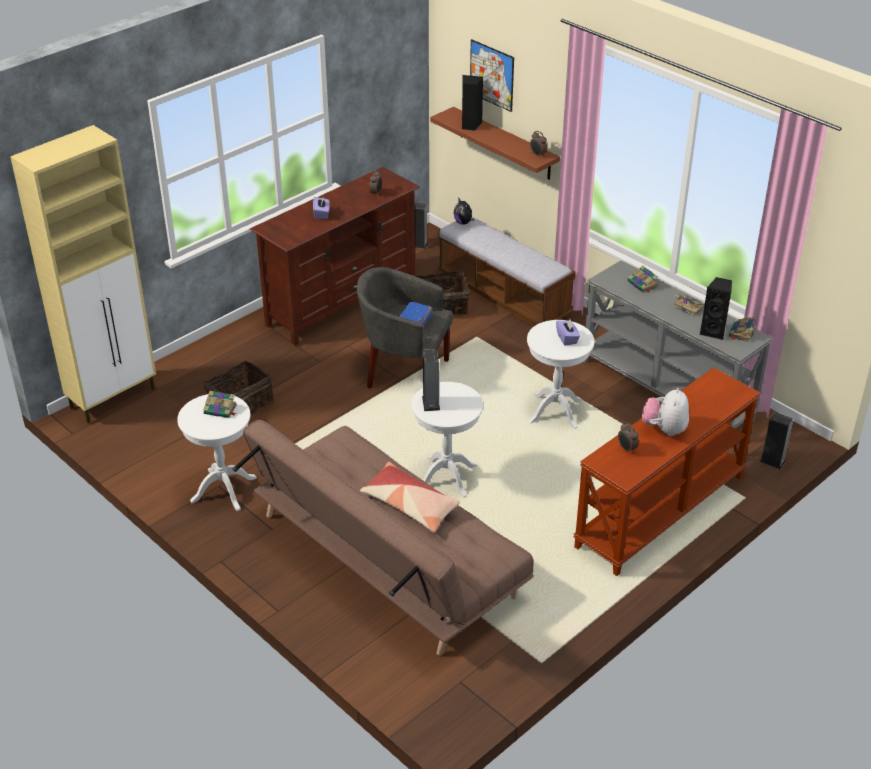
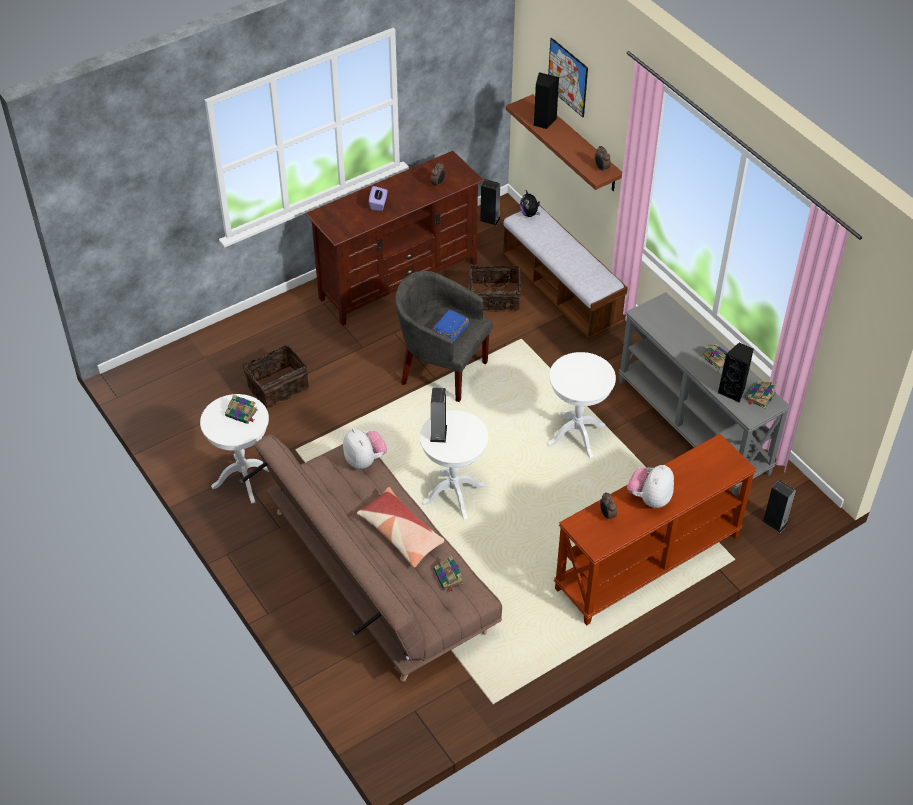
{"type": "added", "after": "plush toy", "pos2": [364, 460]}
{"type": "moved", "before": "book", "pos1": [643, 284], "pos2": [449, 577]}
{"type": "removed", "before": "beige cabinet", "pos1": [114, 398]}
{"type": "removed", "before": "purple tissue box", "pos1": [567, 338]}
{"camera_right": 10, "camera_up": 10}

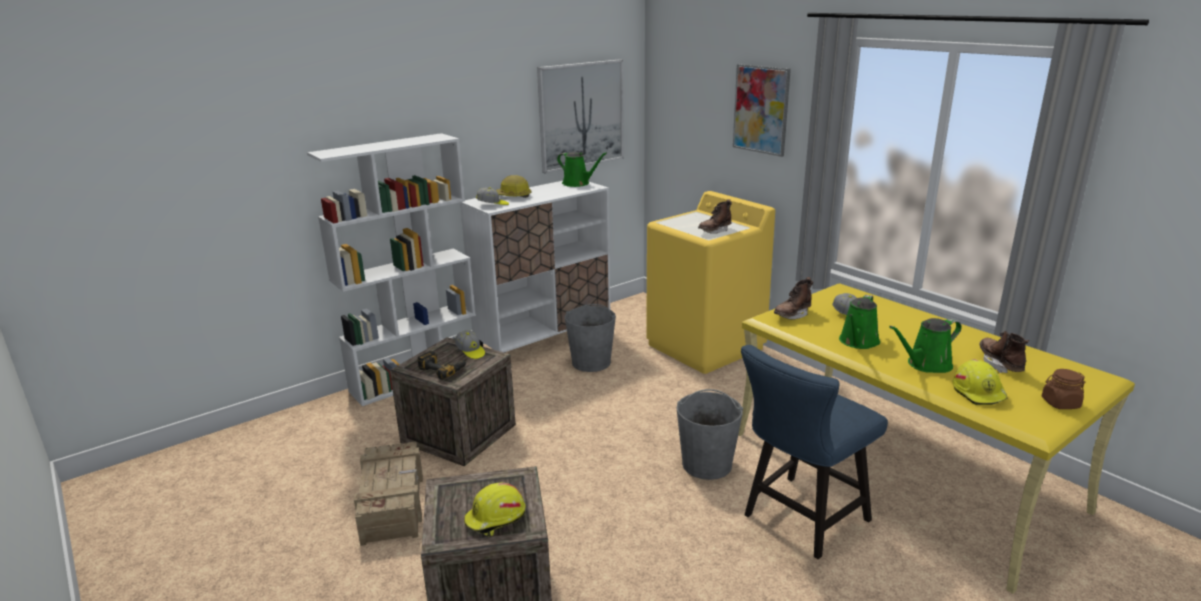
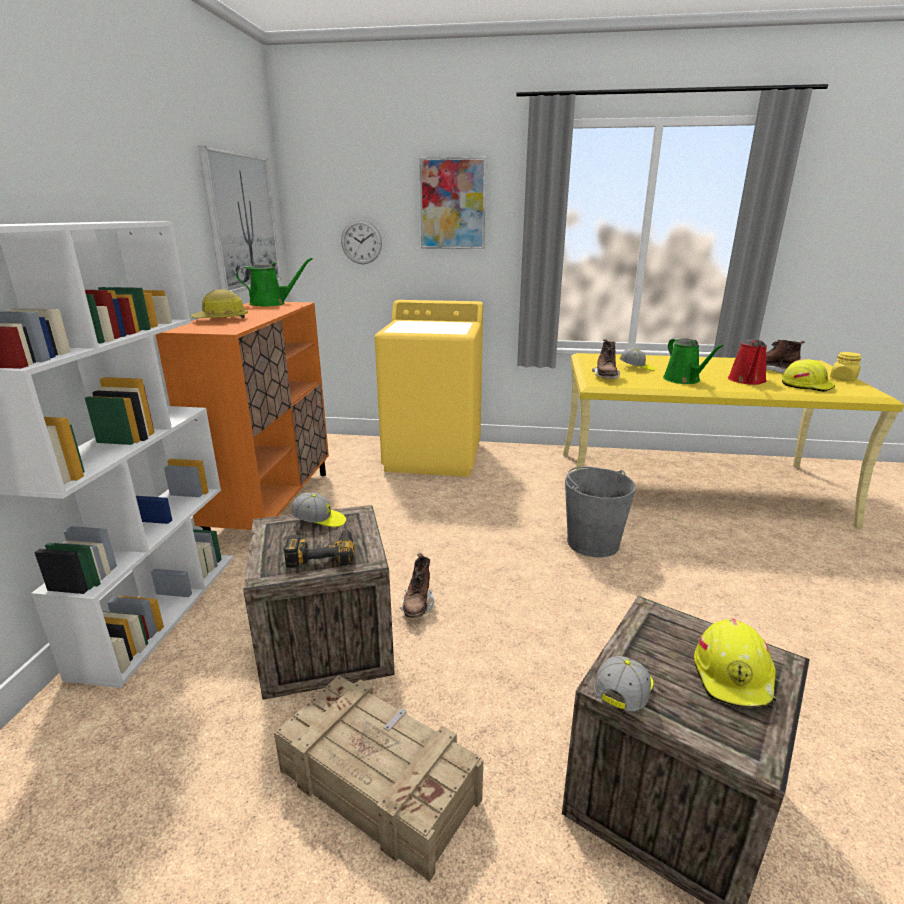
{"type": "recoloured", "before": "white cabinet", "after": "orange cabinet", "pos1": [544, 340], "pos2": [273, 505]}
{"type": "added", "after": "wall clock", "pos2": [361, 242]}
{"type": "moved", "before": "brown boot", "pos1": [714, 231], "pos2": [417, 606]}
{"type": "moved", "before": "cap", "pos1": [492, 205], "pos2": [623, 693]}
{"type": "recoloured", "before": "green watering can", "after": "red watering can", "pos1": [926, 365], "pos2": [747, 381]}
{"type": "recoloured", "before": "brown jar", "after": "yellow jar", "pos1": [1060, 403], "pos2": [843, 379]}
{"type": "removed", "before": "grey bucket", "pos1": [591, 362]}
{"type": "removed", "before": "blue chair", "pos1": [800, 521]}
{"camera_right": -45, "camera_up": 0}

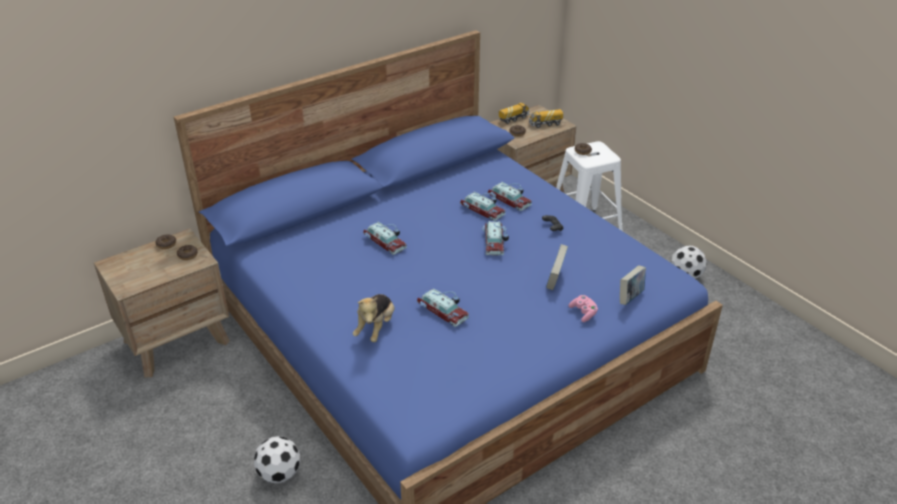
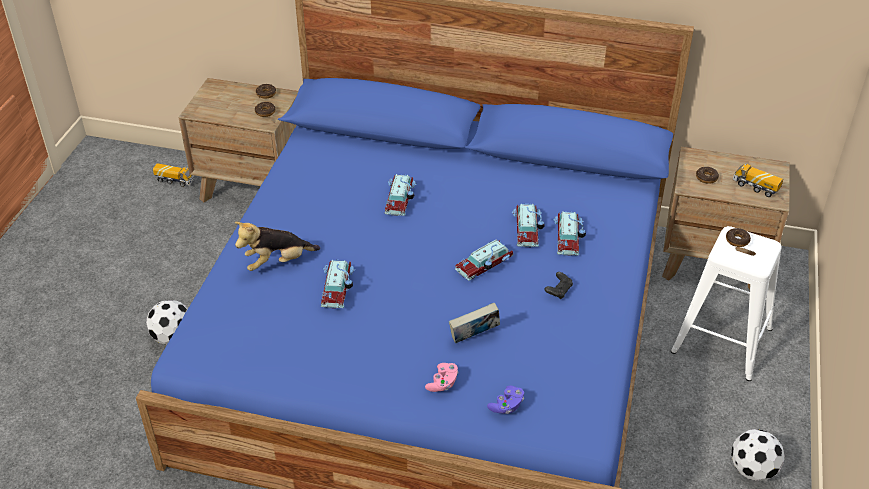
{"type": "moved", "before": "toy truck", "pos1": [513, 119], "pos2": [175, 181]}
{"type": "replaced", "before": "book", "after": "purple game controller", "pos1": [630, 297], "pos2": [506, 406]}
{"camera_right": 50, "camera_up": 5}

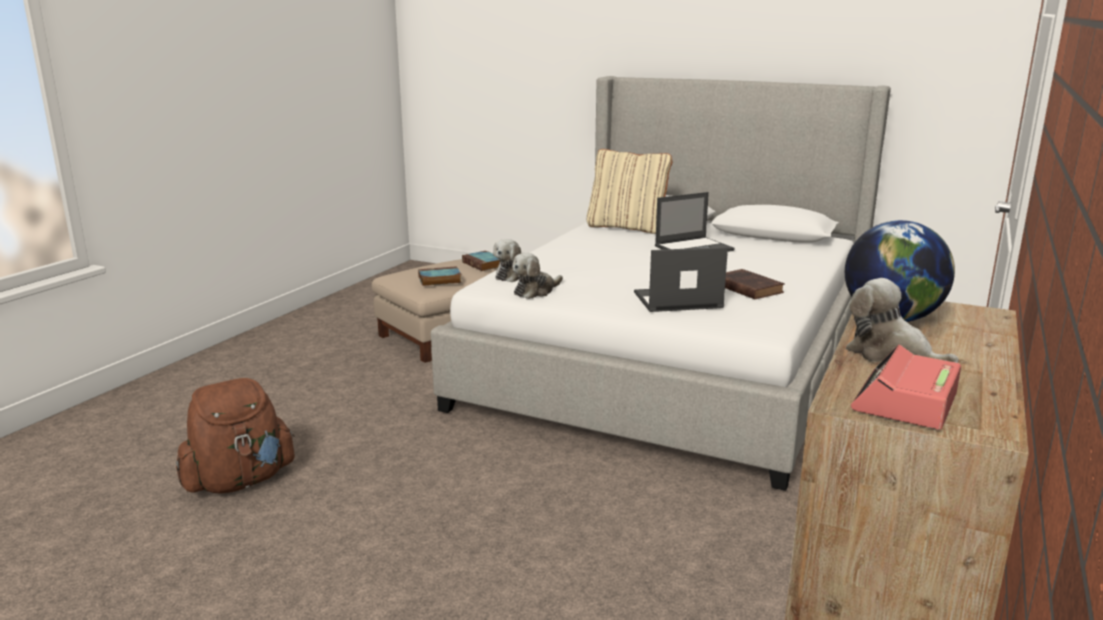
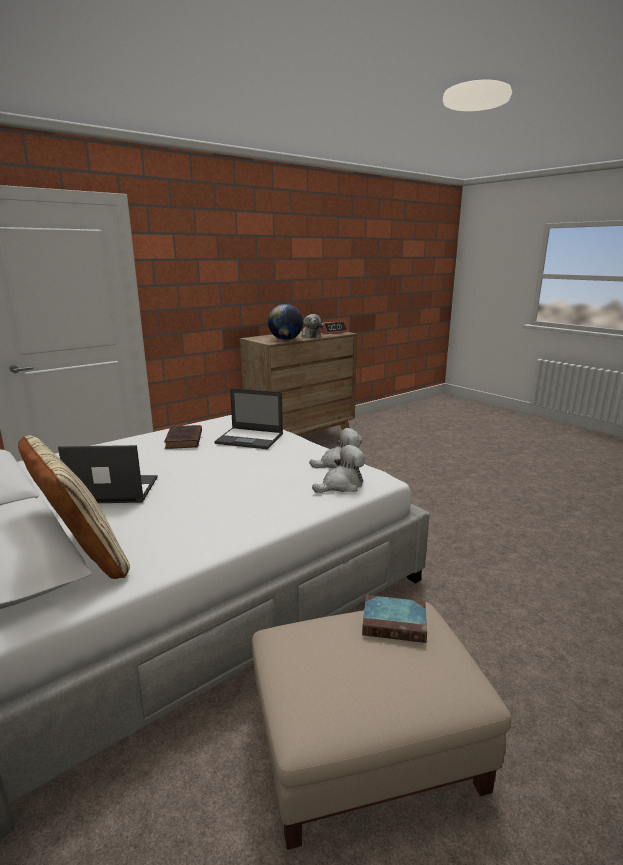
{"type": "removed", "before": "brown backpack", "pos1": [240, 481]}
{"type": "removed", "before": "book", "pos1": [484, 264]}
{"camera_right": -155, "camera_up": 0}

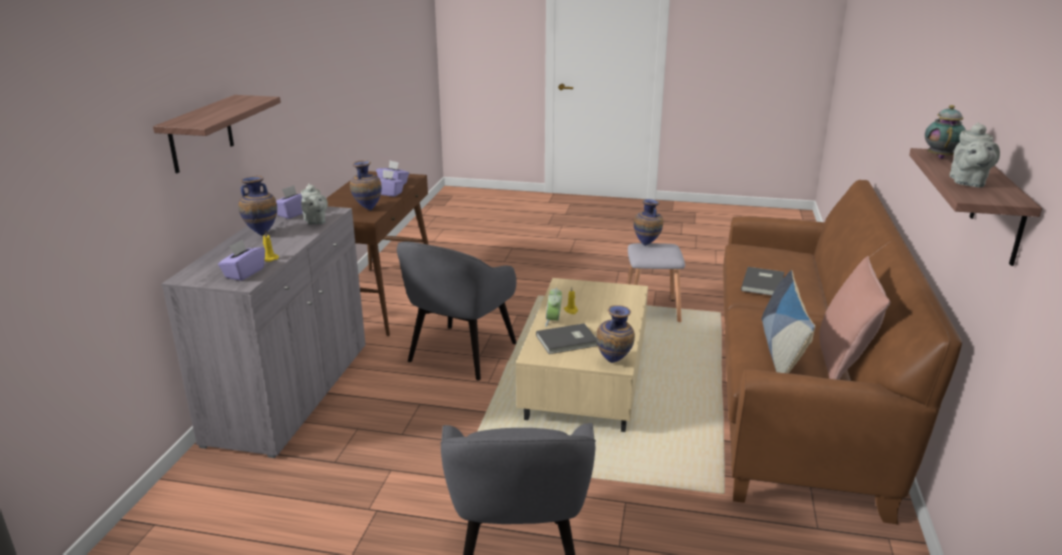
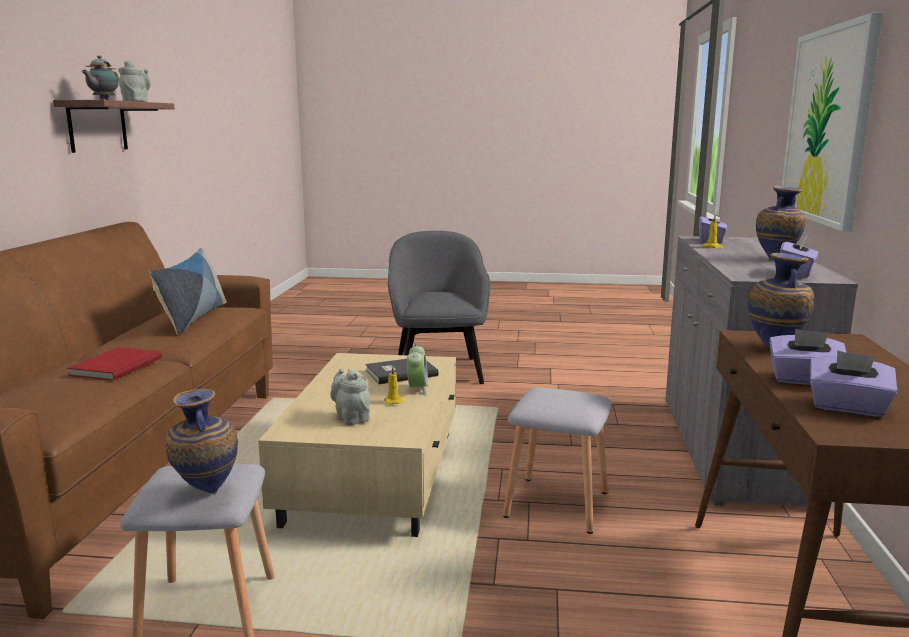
{"type": "recoloured", "before": "grey book", "after": "red book", "pos1": [764, 283], "pos2": [114, 366]}
{"type": "moved", "before": "grey teapot", "pos1": [315, 222], "pos2": [351, 418]}
{"type": "replaced", "before": "grey armchair", "after": "grey stool", "pos1": [461, 353], "pos2": [558, 504]}
{"type": "replaced", "before": "shelf", "after": "picture", "pos1": [201, 134], "pos2": [828, 125]}
{"type": "removed", "before": "vase", "pos1": [614, 363]}
{"type": "removed", "before": "pink pillow", "pos1": [842, 362]}
{"camera_right": 175, "camera_up": -10}

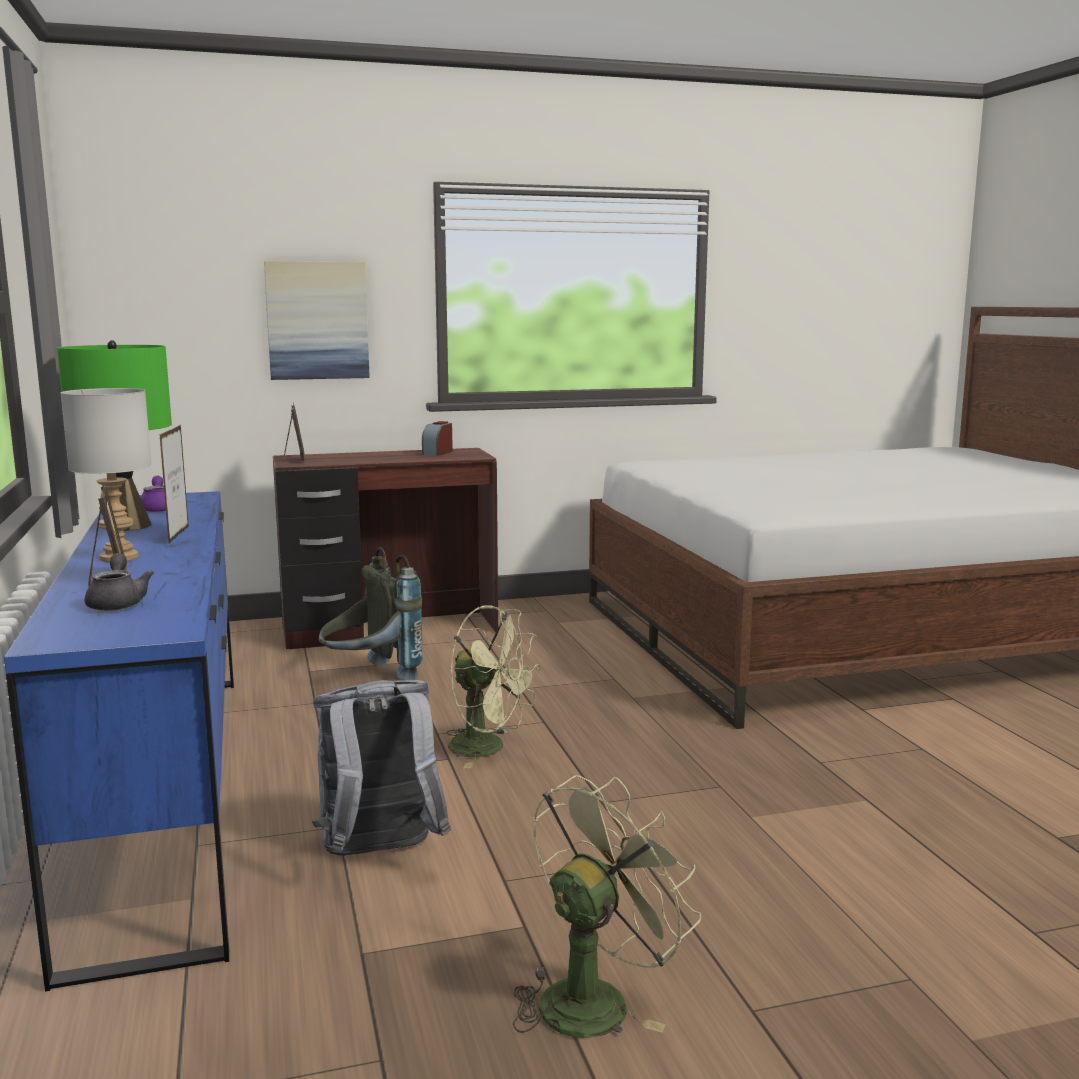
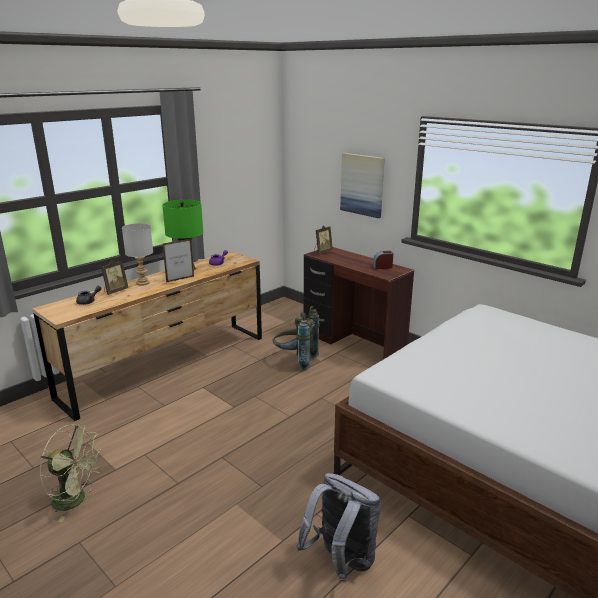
{"type": "recoloured", "before": "blue dresser", "after": "brown dresser", "pos1": [167, 793], "pos2": [167, 366]}
{"type": "moved", "before": "grey backpack", "pos1": [380, 854], "pos2": [341, 561]}
{"type": "removed", "before": "green fan", "pos1": [488, 748]}
{"camera_right": 60, "camera_up": 10}

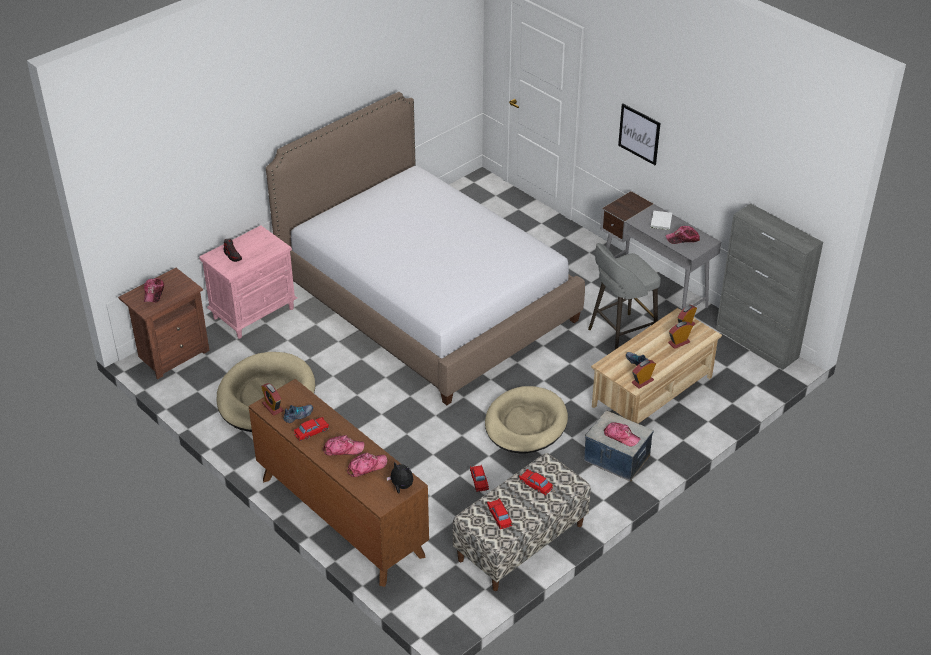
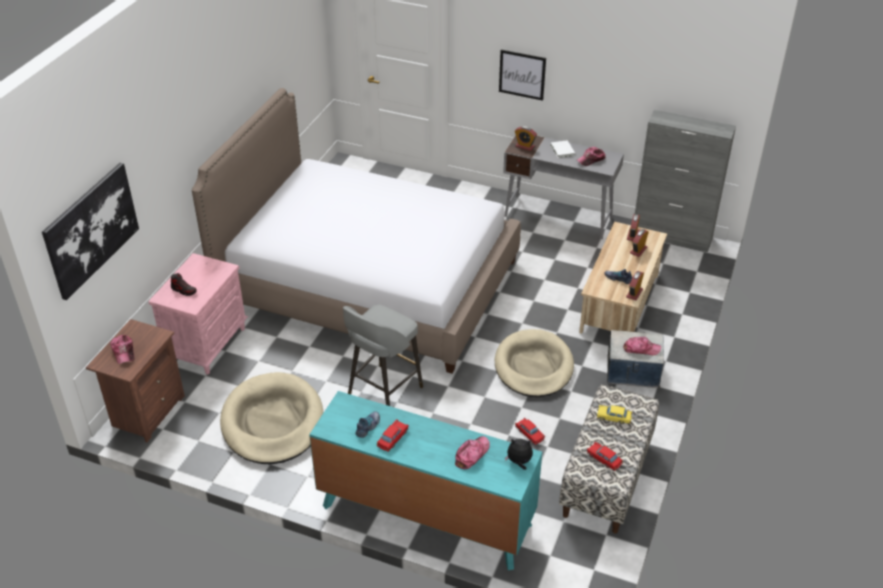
{"type": "added", "after": "picture", "pos2": [91, 229]}
{"type": "recoloured", "before": "brown dresser", "after": "turquoise dresser", "pos1": [341, 516], "pos2": [425, 515]}
{"type": "moved", "before": "grey stool", "pos1": [620, 336], "pos2": [383, 393]}
{"type": "moved", "before": "alarm clock", "pos1": [273, 407], "pos2": [525, 146]}
{"type": "recoloured", "before": "red toy car", "after": "yellow toy car", "pos1": [535, 485], "pos2": [613, 417]}
{"type": "removed", "before": "cap", "pos1": [343, 449]}
{"camera_right": -25, "camera_up": 0}

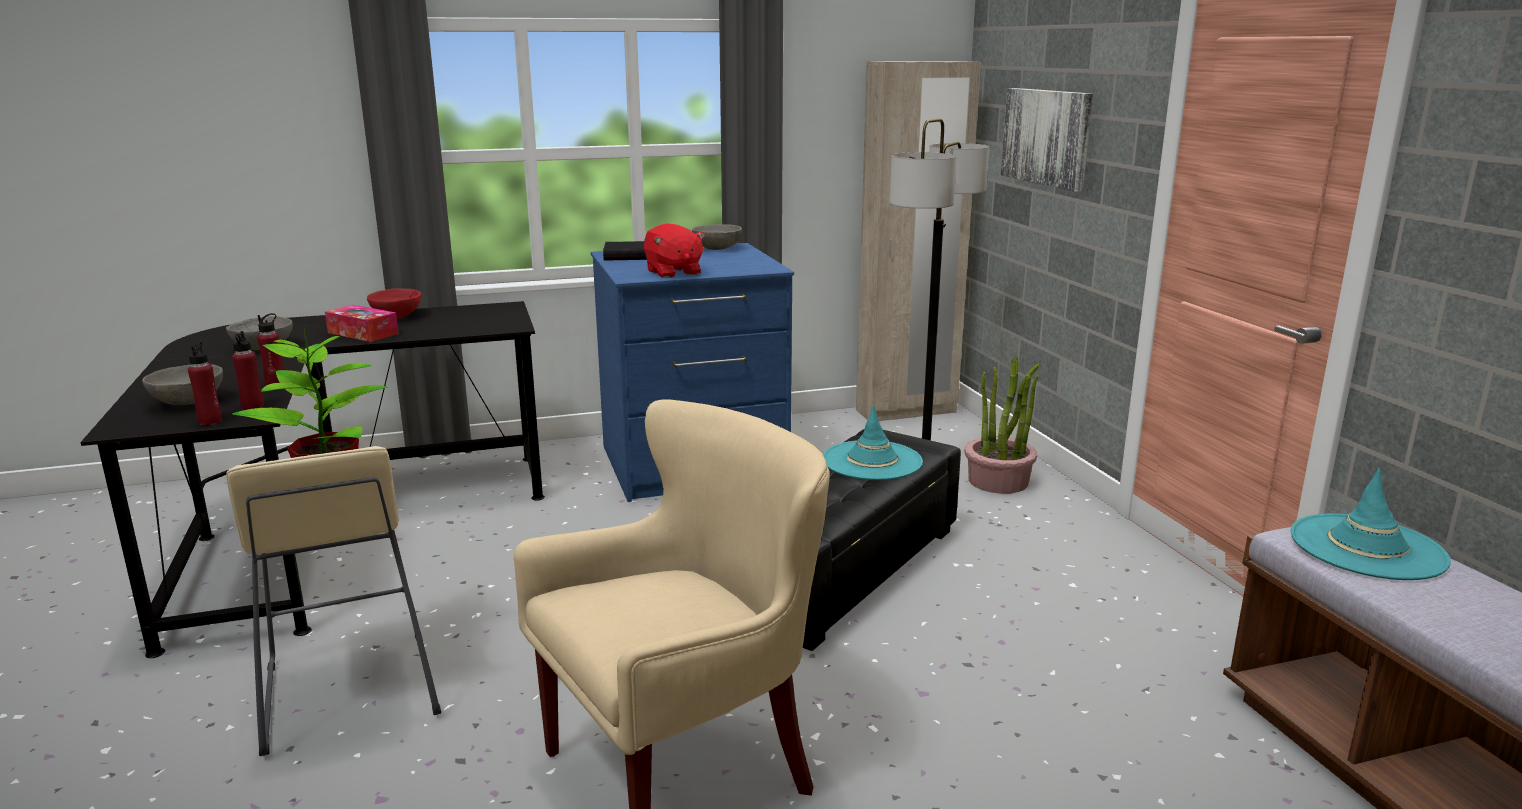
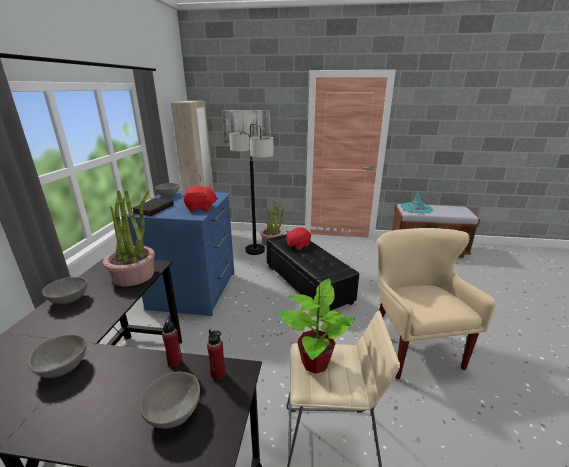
{"type": "recoloured", "before": "red bowl", "after": "grey bowl", "pos1": [397, 316], "pos2": [68, 299]}
{"type": "added", "after": "potted plant", "pos2": [134, 275]}
{"type": "replaced", "before": "turquoise hat", "after": "red plush toy", "pos1": [872, 461], "pos2": [298, 245]}
{"type": "removed", "before": "red bottle", "pos1": [210, 421]}
{"type": "removed", "before": "tissue box", "pos1": [363, 333]}
{"camera_right": -65, "camera_up": 5}

